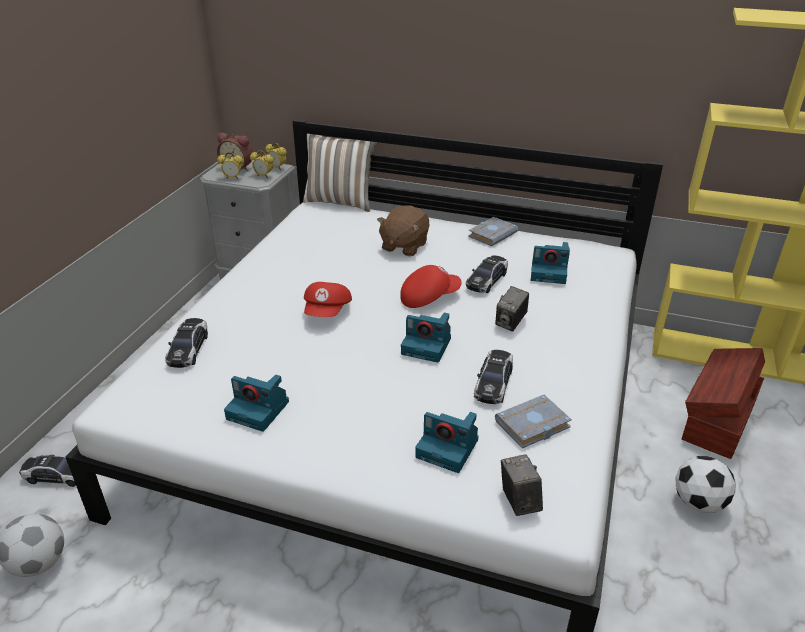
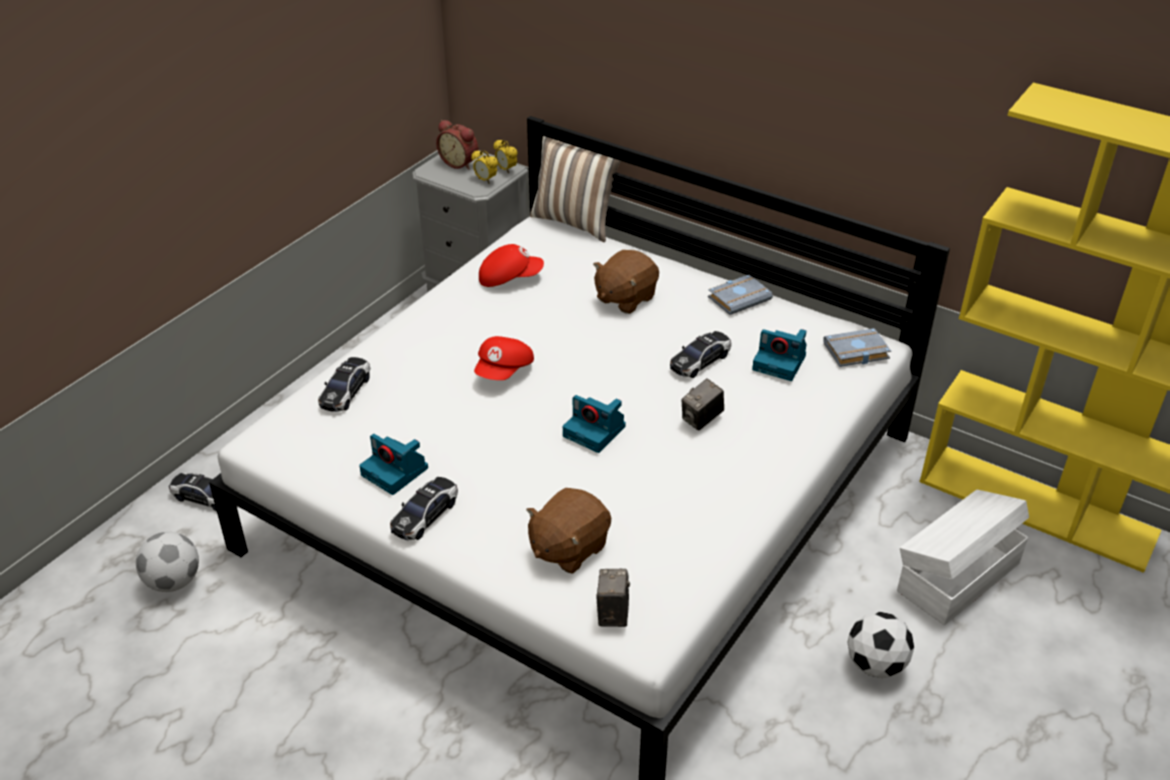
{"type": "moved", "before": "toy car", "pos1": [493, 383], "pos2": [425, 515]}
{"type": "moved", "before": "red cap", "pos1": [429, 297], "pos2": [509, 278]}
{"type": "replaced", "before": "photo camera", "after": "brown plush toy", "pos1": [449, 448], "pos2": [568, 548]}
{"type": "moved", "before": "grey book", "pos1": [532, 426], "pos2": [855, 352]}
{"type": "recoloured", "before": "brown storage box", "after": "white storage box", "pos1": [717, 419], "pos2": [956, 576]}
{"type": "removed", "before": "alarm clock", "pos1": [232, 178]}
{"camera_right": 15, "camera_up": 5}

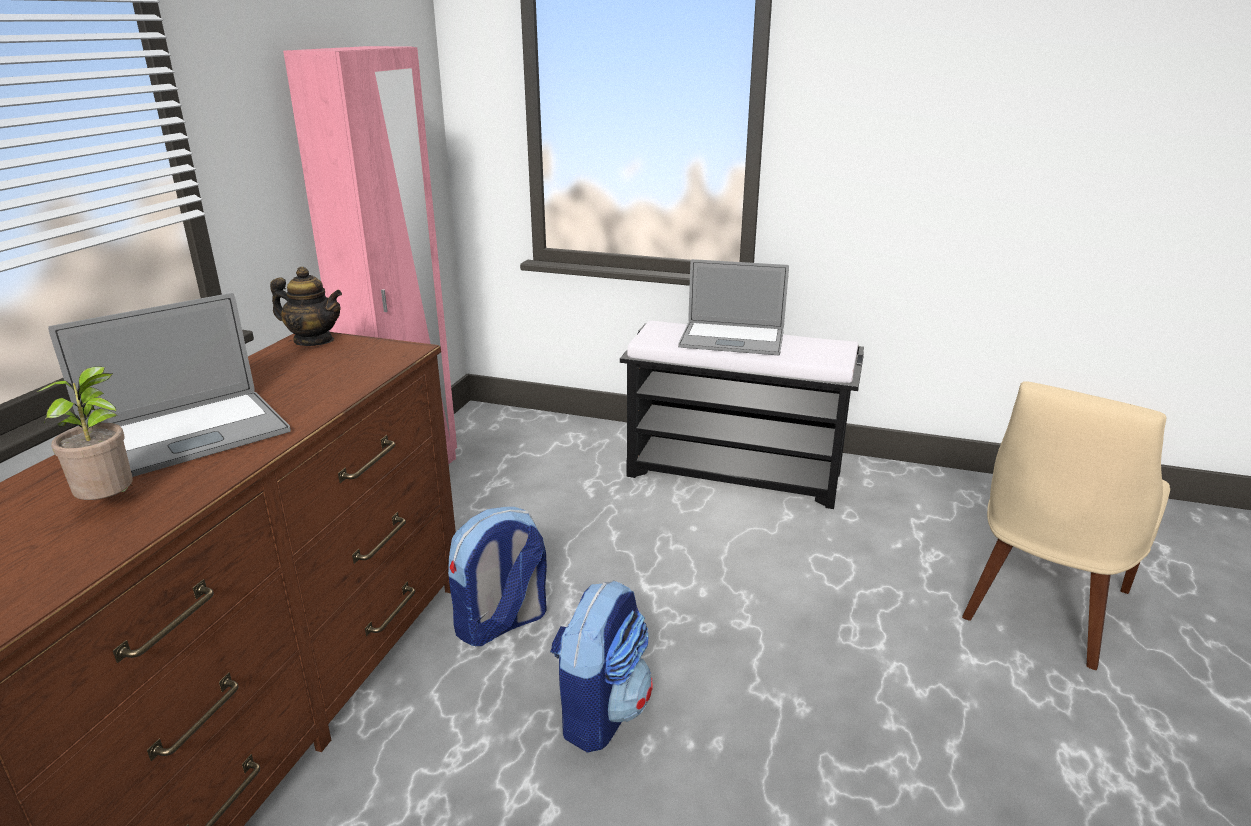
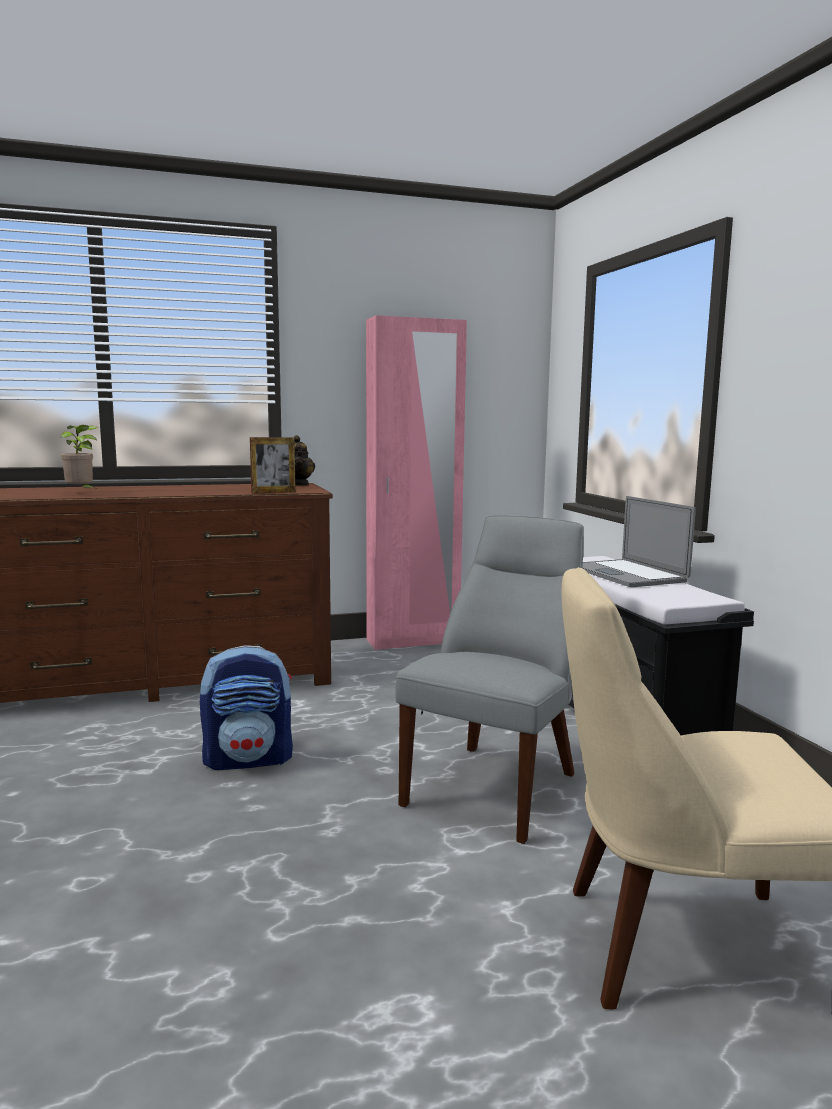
{"type": "added", "after": "picture frame", "pos2": [273, 492]}
{"type": "added", "after": "grey chair", "pos2": [496, 785]}
{"type": "removed", "before": "laptop", "pos1": [188, 435]}
{"type": "removed", "before": "backpack", "pos1": [501, 624]}
{"camera_right": 55, "camera_up": -15}

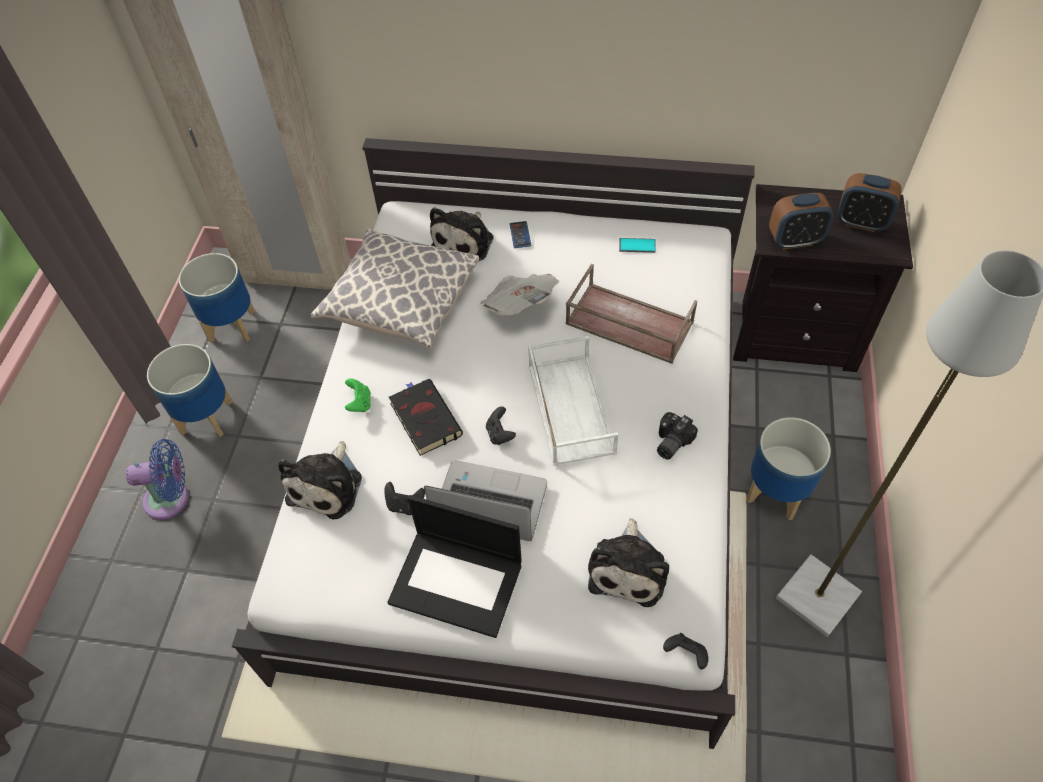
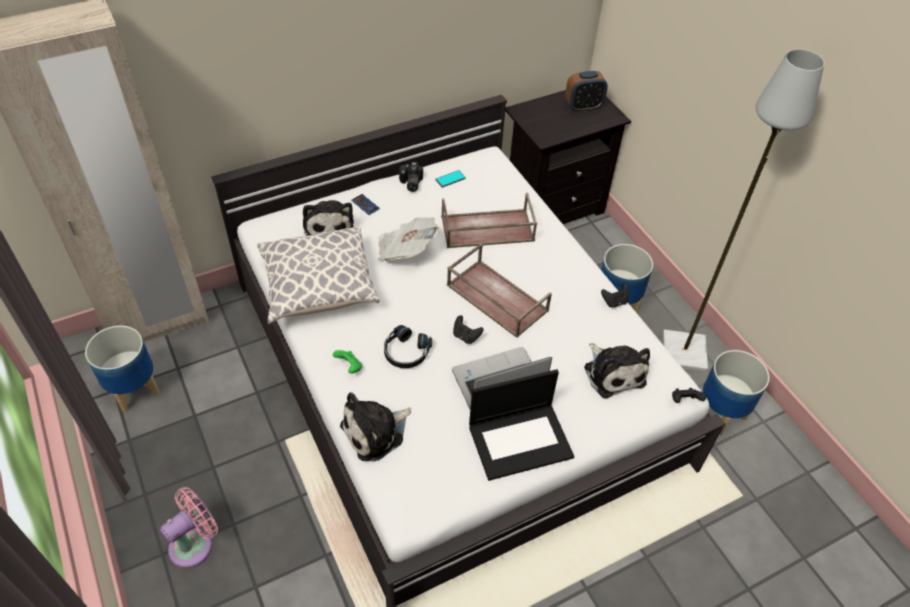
{"type": "recoloured", "before": "blue fan", "after": "pink fan", "pos1": [171, 499], "pos2": [195, 544]}
{"type": "turned", "before": "plush toy", "pos1": [327, 485], "pos2": [376, 432], "turn": 75}
{"type": "replaced", "before": "black book", "after": "black headphones", "pos1": [424, 418], "pos2": [406, 352]}
{"type": "moved", "before": "photo camera", "pos1": [670, 442], "pos2": [410, 183]}
{"type": "recoloured", "before": "white tray", "after": "brown tray", "pos1": [569, 407], "pos2": [495, 298]}
{"type": "moved", "before": "black game controller", "pos1": [405, 505], "pos2": [614, 302]}
{"type": "moved", "before": "planter", "pos1": [206, 416], "pos2": [719, 412]}
{"type": "removed", "before": "alarm clock", "pos1": [794, 240]}
{"camera_right": -40, "camera_up": -5}

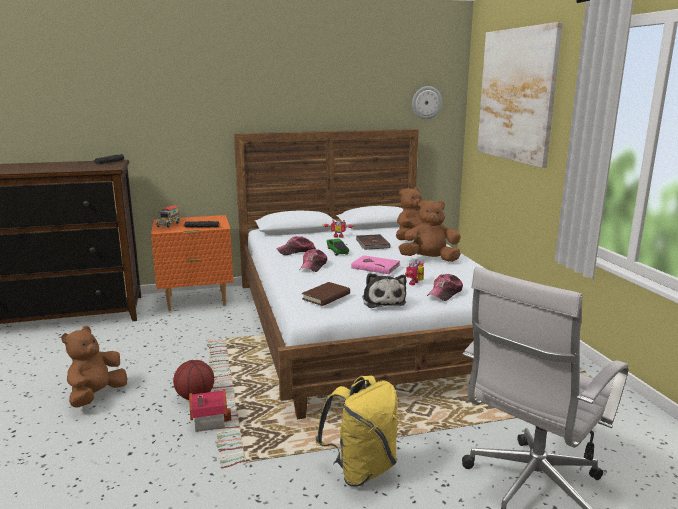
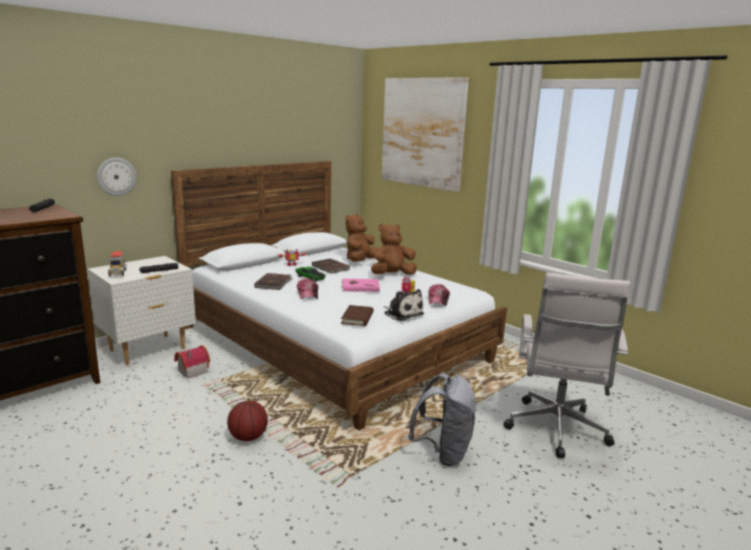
{"type": "recoloured", "before": "orange nightstand", "after": "white nightstand", "pos1": [197, 300], "pos2": [148, 349]}
{"type": "moved", "before": "wall clock", "pos1": [426, 102], "pos2": [116, 176]}
{"type": "moved", "before": "toy house", "pos1": [208, 420], "pos2": [191, 371]}
{"type": "replaced", "before": "cap", "after": "brown book", "pos1": [296, 251], "pos2": [274, 283]}
{"type": "recoloured", "before": "yellow backpack", "after": "grey backpack", "pos1": [361, 469], "pos2": [443, 452]}
{"type": "removed", "before": "brown plush toy", "pos1": [96, 396]}
{"camera_right": -30, "camera_up": 0}

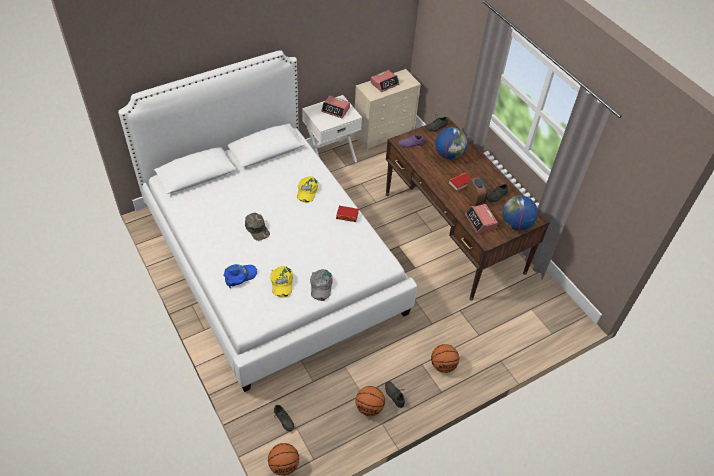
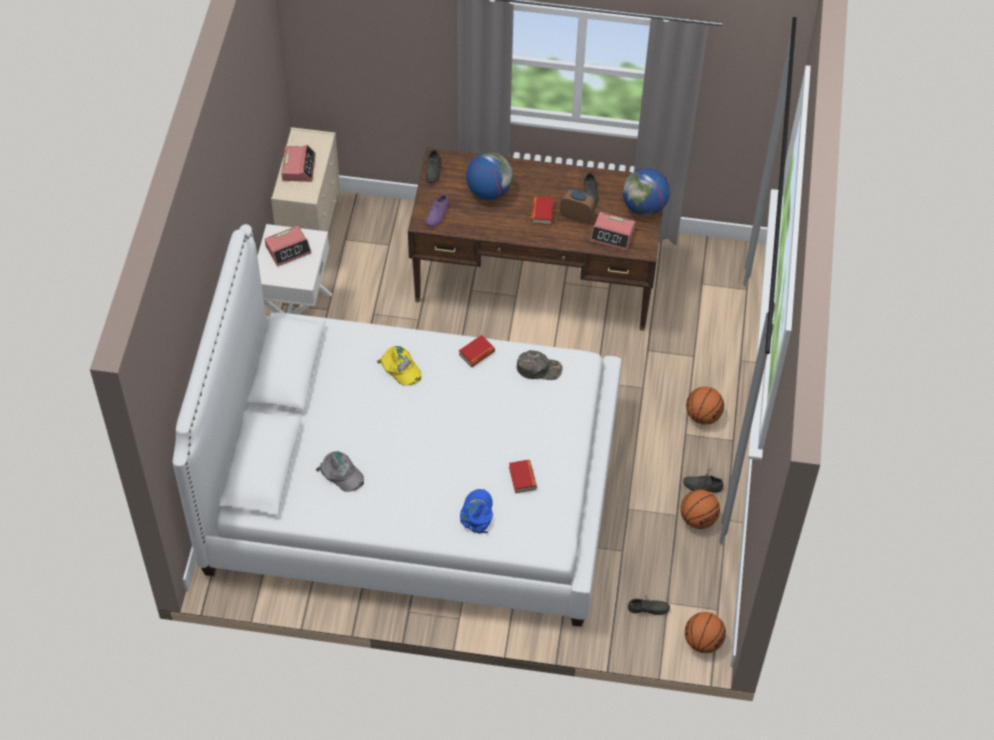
{"type": "moved", "before": "grey cap", "pos1": [320, 286], "pos2": [341, 474]}
{"type": "replaced", "before": "yellow cap", "after": "book", "pos1": [281, 283], "pos2": [522, 478]}
{"type": "moved", "before": "green cap", "pos1": [257, 229], "pos2": [539, 368]}
{"camera_right": -50, "camera_up": 5}

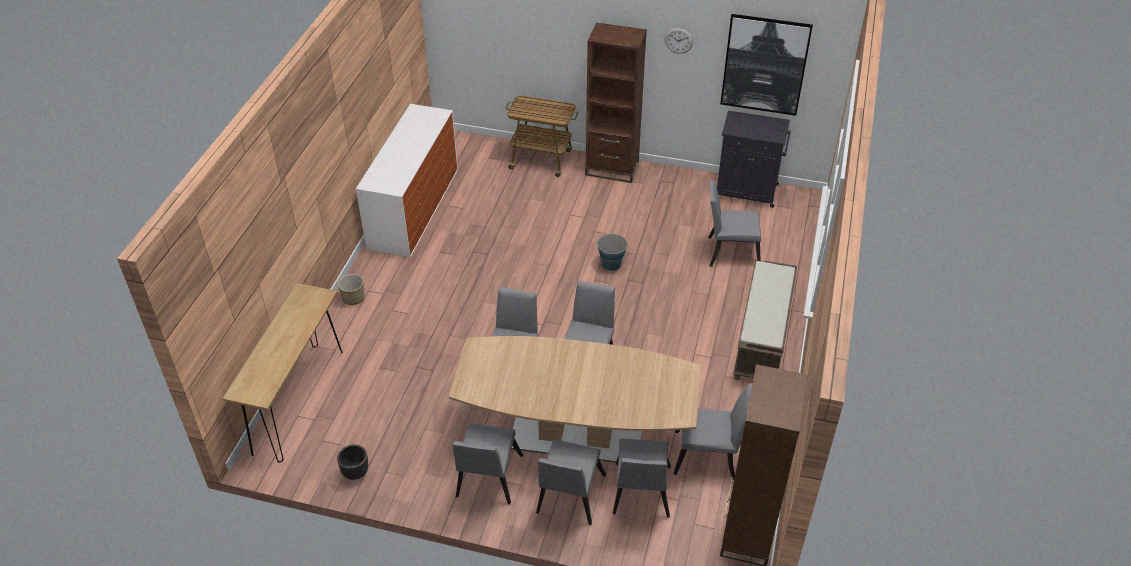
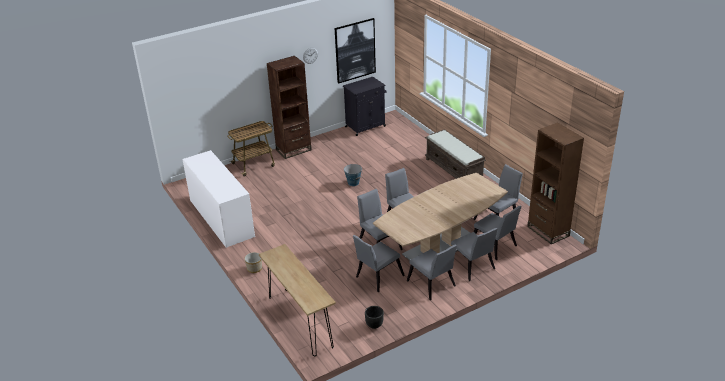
{"type": "moved", "before": "grey chair", "pos1": [729, 252], "pos2": [377, 277]}
{"camera_right": -45, "camera_up": -10}

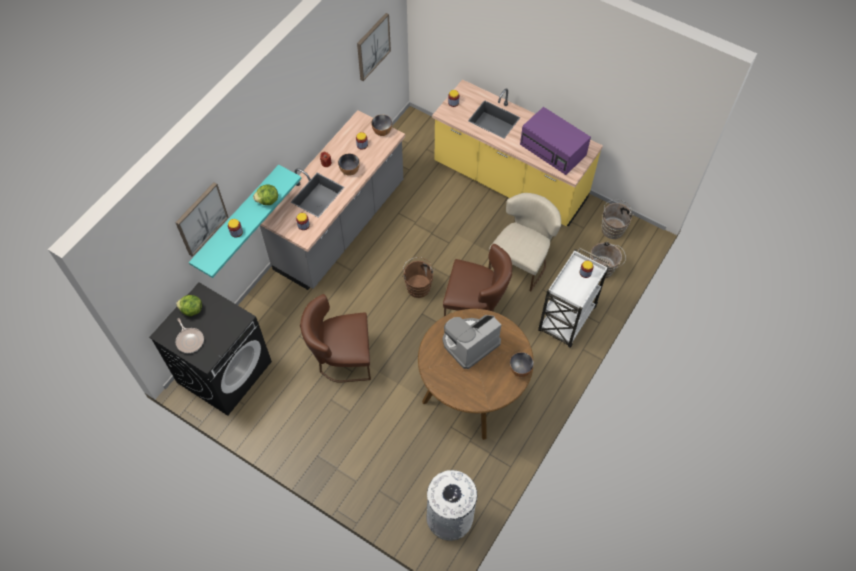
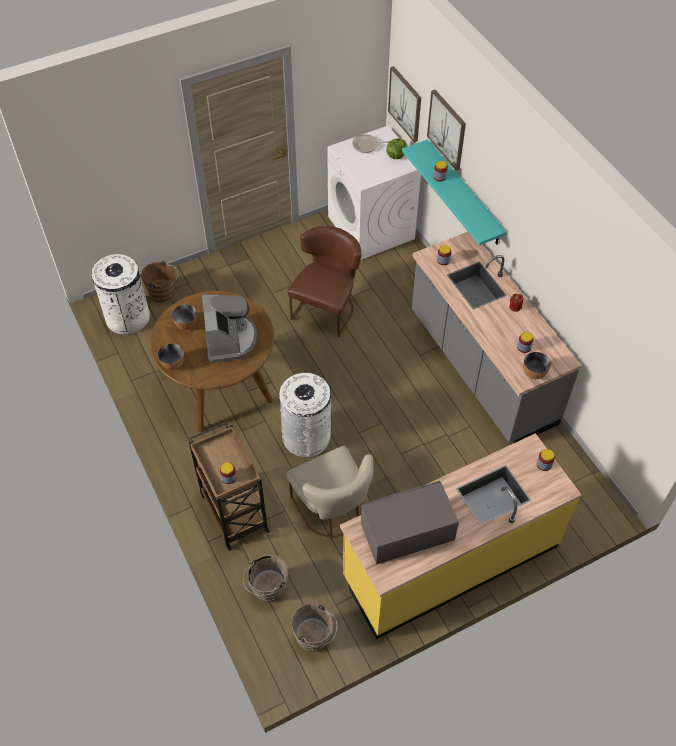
{"type": "moved", "before": "brown bucket", "pos1": [418, 286], "pos2": [164, 293]}
{"type": "moved", "before": "bowl", "pos1": [349, 171], "pos2": [186, 325]}
{"type": "recoloured", "before": "white cart", "after": "brown cart", "pos1": [566, 320], "pos2": [233, 511]}
{"type": "replaced", "before": "brown chair", "after": "white trash can", "pos1": [475, 307], "pos2": [306, 436]}
{"type": "recoloured", "before": "black washing machine", "after": "white washing machine", "pos1": [224, 371], "pos2": [371, 228]}
{"type": "recoloured", "before": "purple microwave", "after": "grey microwave", "pos1": [553, 150], "pos2": [406, 532]}
{"type": "moved", "before": "picture", "pos1": [373, 46], "pos2": [405, 104]}
{"type": "removed", "before": "lettuce", "pos1": [268, 201]}
{"camera_right": 120, "camera_up": -5}

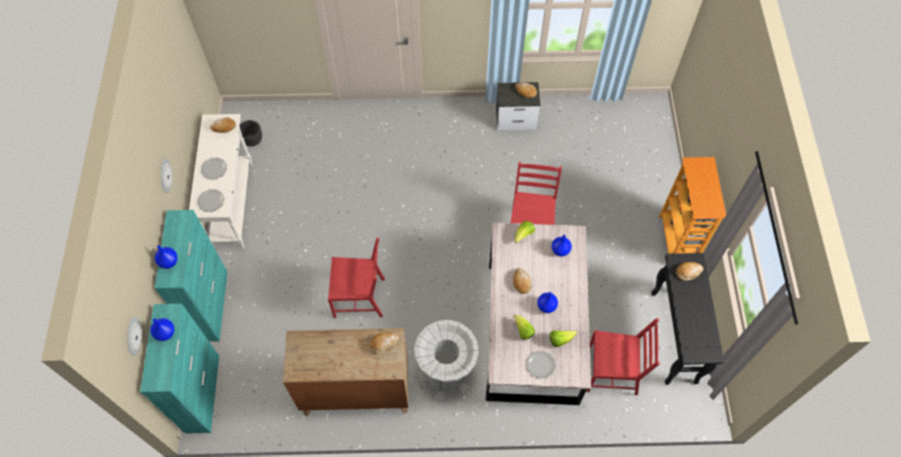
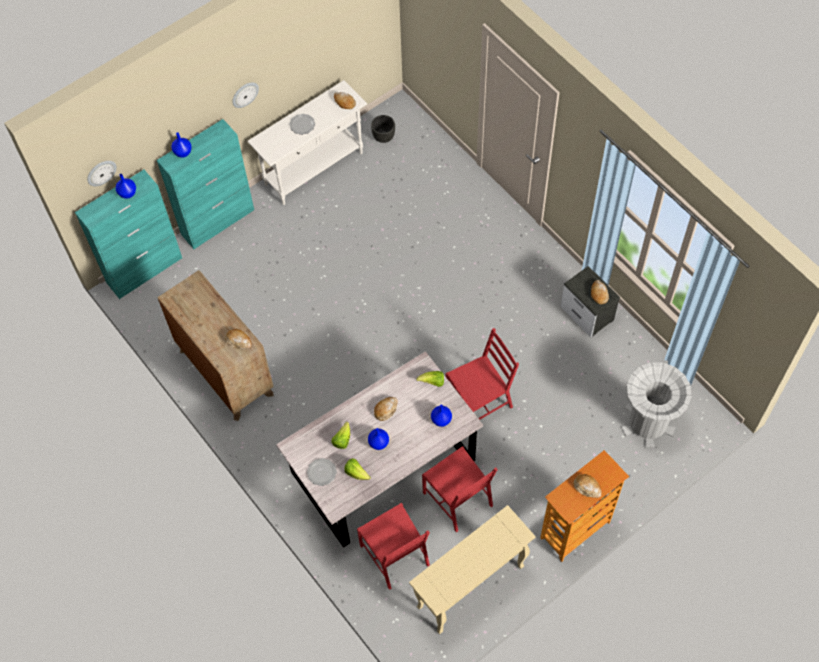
{"type": "recoloured", "before": "black console table", "after": "beige console table", "pos1": [674, 337], "pos2": [470, 587]}
{"type": "moved", "before": "red chair", "pos1": [360, 297], "pos2": [459, 499]}
{"type": "moved", "before": "bread", "pos1": [688, 272], "pos2": [587, 487]}
{"type": "moved", "before": "grey trash can", "pos1": [446, 374], "pos2": [648, 423]}
{"type": "removed", "before": "plate", "pos1": [211, 201]}
{"camera_right": 55, "camera_up": 0}

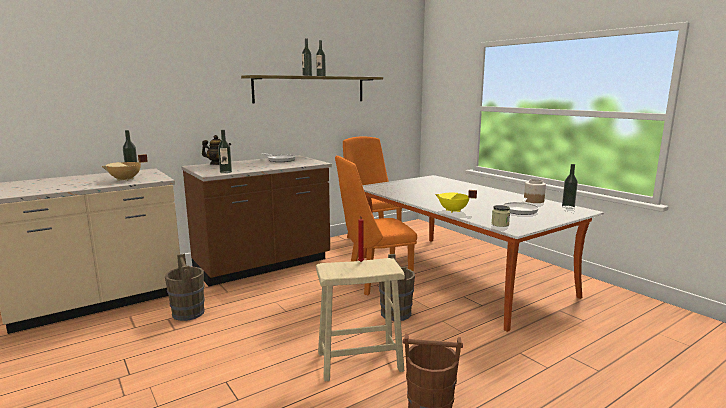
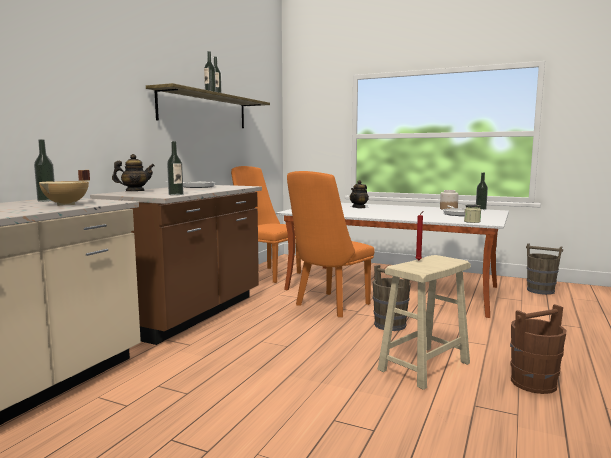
{"type": "added", "after": "teapot", "pos2": [359, 207]}
{"type": "moved", "before": "brown bucket", "pos1": [188, 313], "pos2": [540, 290]}
{"type": "removed", "before": "yellow cooking pot", "pos1": [453, 211]}
{"camera_right": -30, "camera_up": -5}

